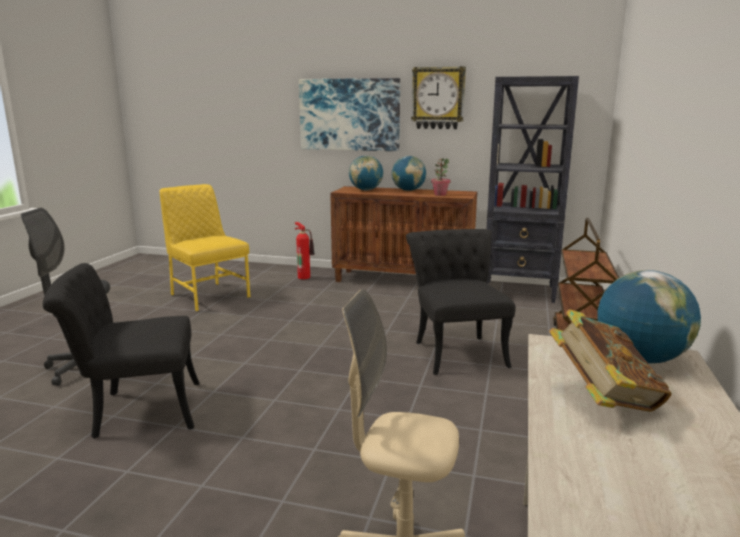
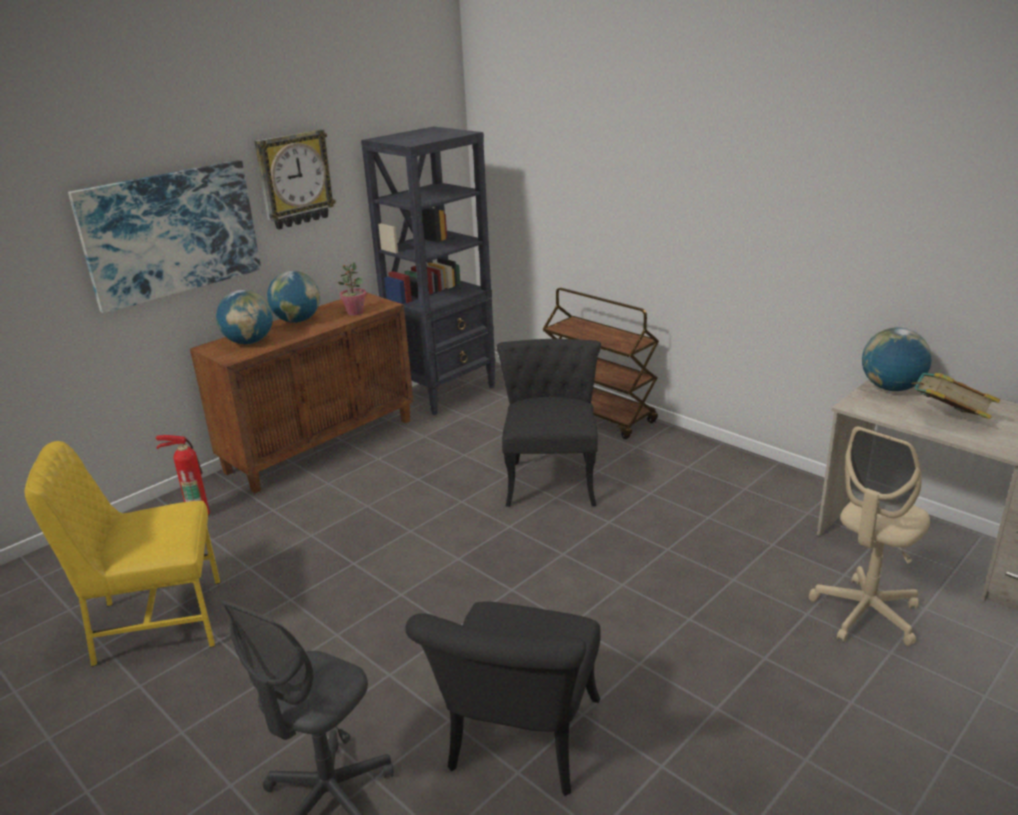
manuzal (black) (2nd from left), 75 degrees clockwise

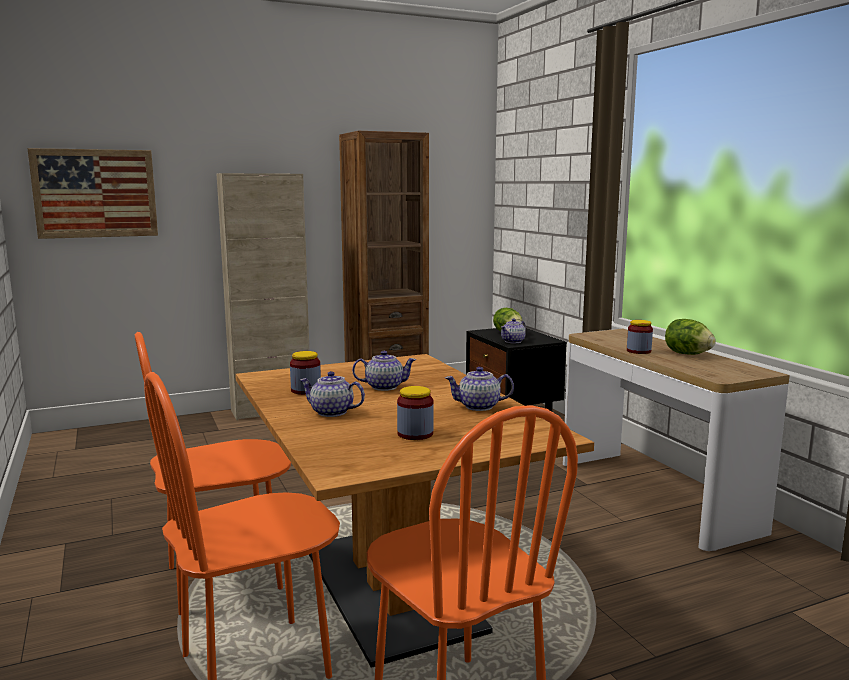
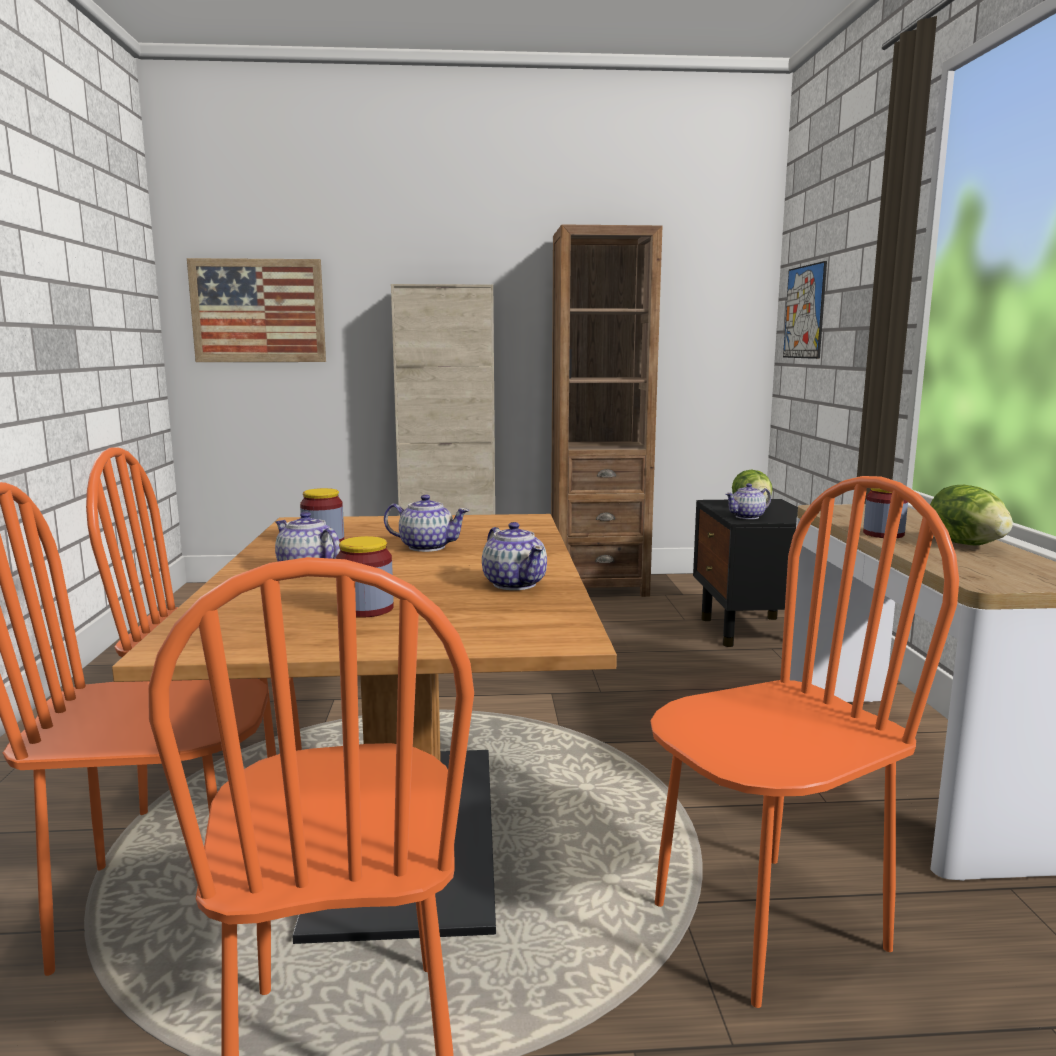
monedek (3rd from left), 135 degrees counterclockwise
- → manuzal (orange) (4th from left)
- → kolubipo (2nd from left)

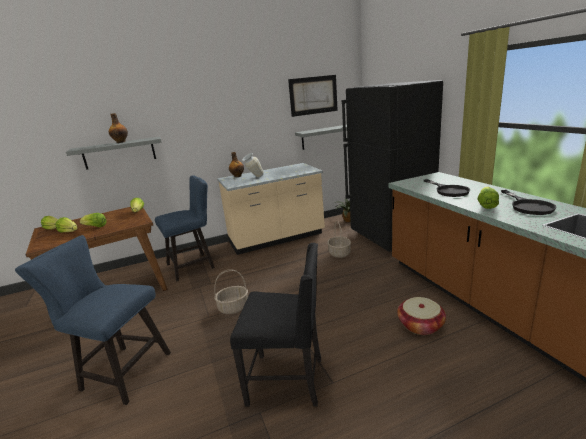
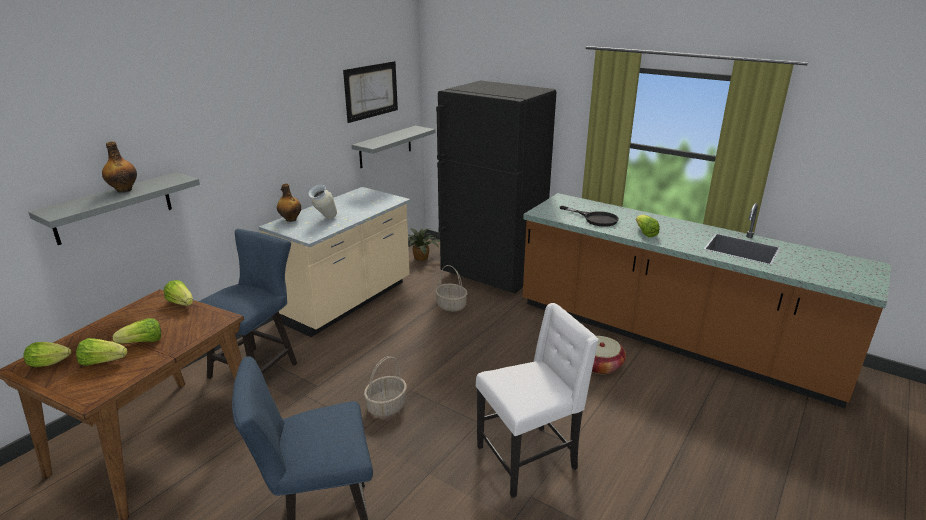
manuzal (black) → manuzal (white)
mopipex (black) (2nd from left) → -

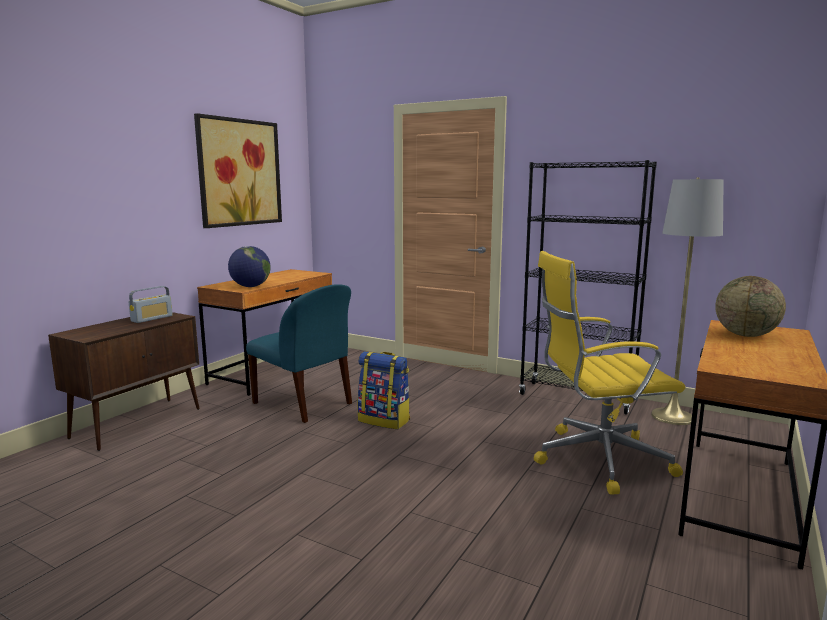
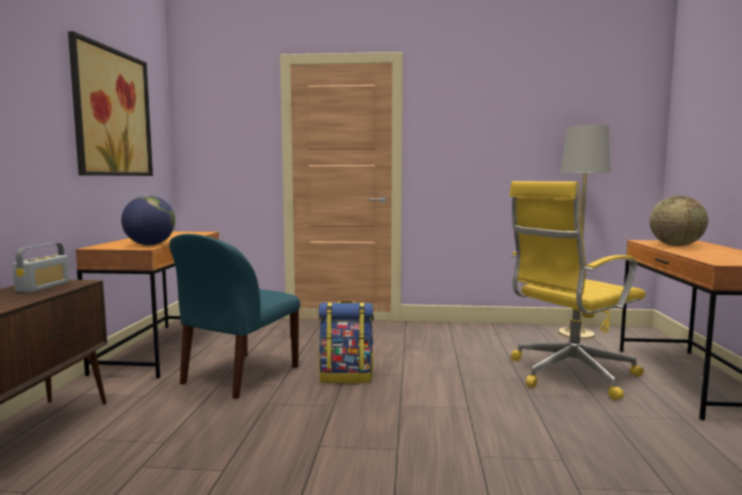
manuzal (blue), 105 degrees clockwise
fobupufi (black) → -

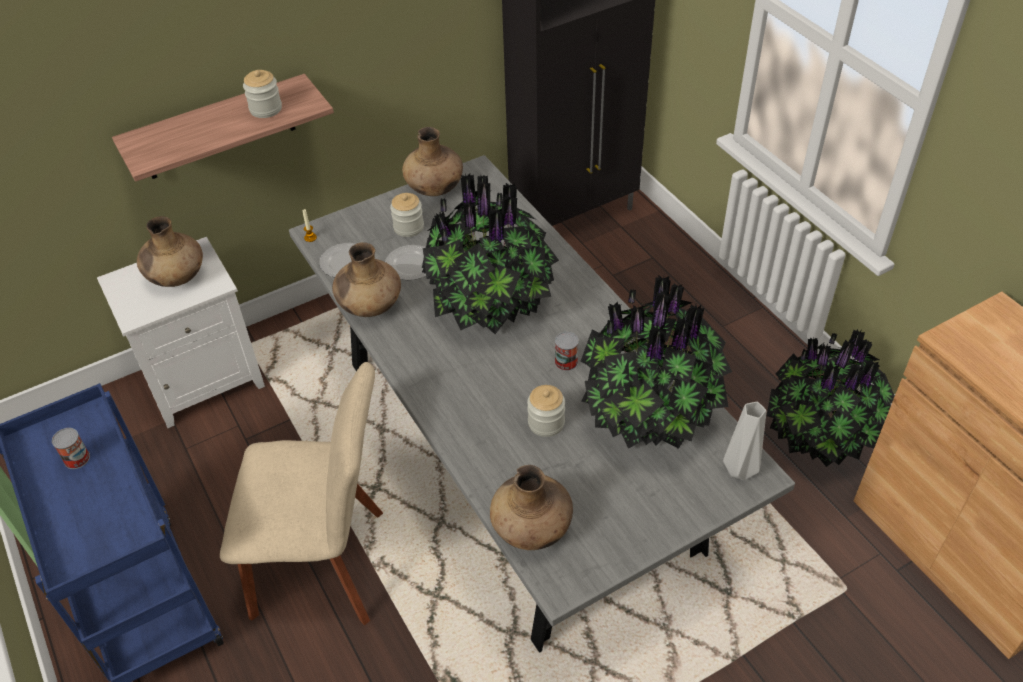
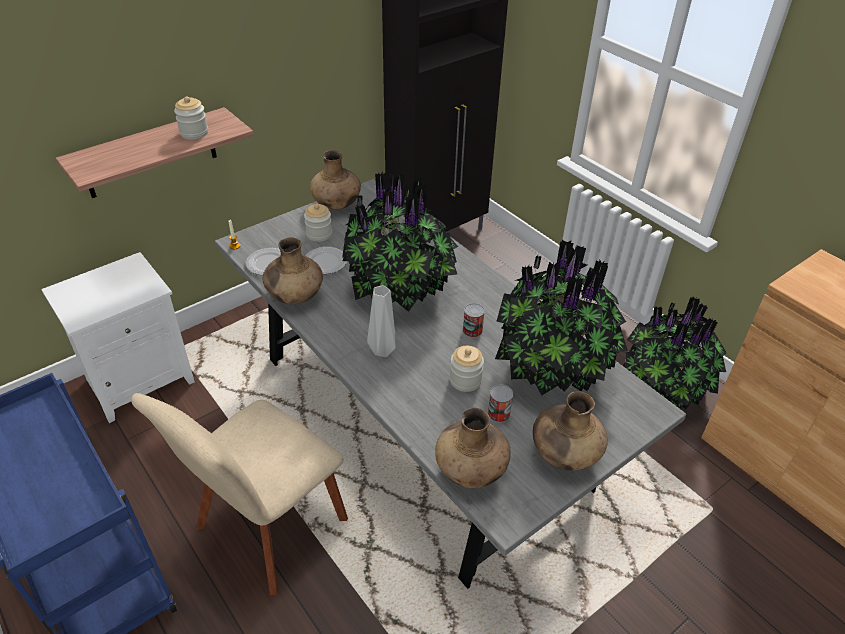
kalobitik (1st from left in the first image) → kalobitik (2nd from left), moved
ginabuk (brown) (1st from left in the first image) → ginabuk (brown) (4th from left), moved
manuzal (beige), 135 degrees clockwise
ginabuk (grey), moved

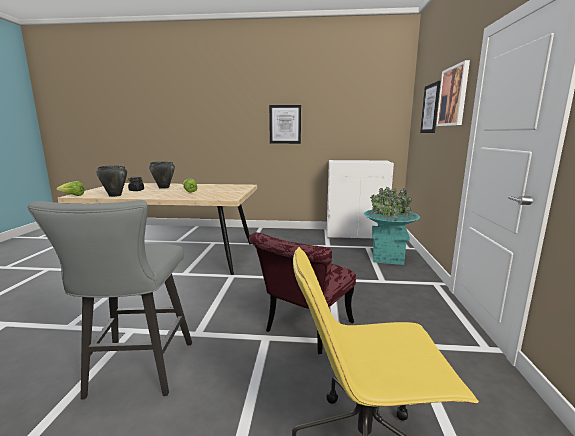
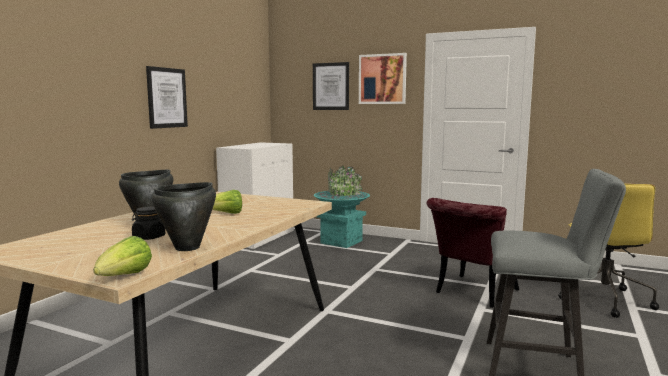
manuzal (red), 75 degrees clockwise

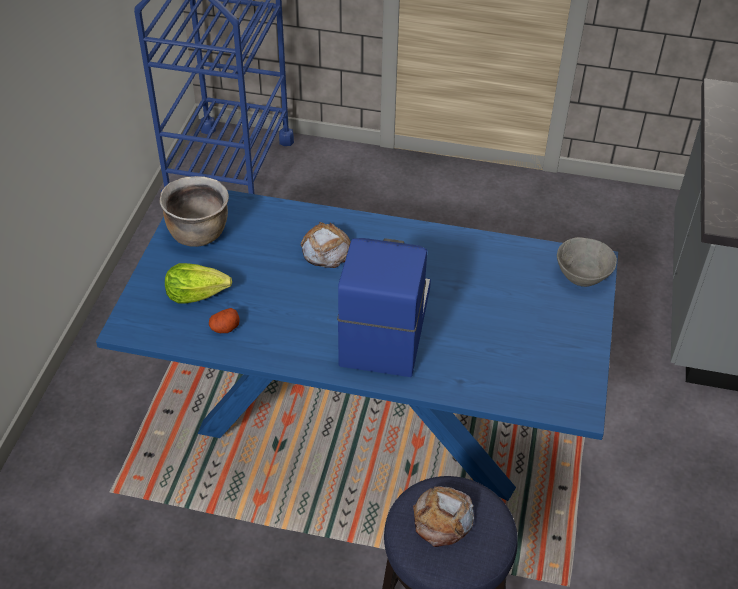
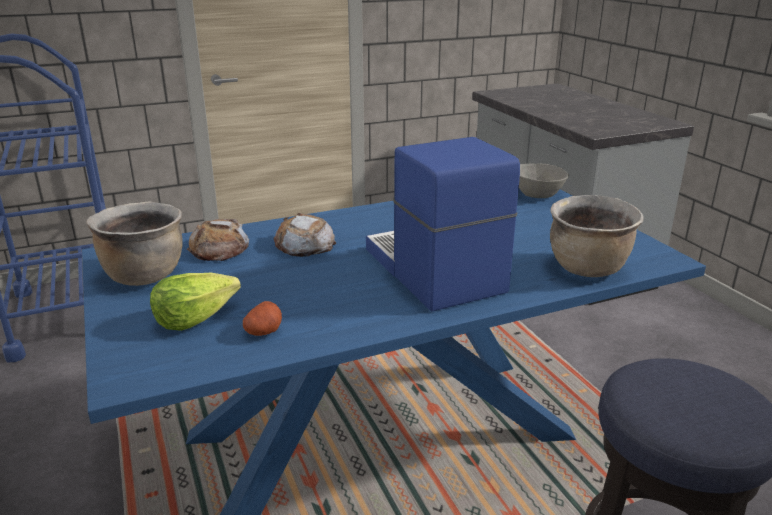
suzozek (2nd from left in the first image) → suzozek (1st from left), moved
- → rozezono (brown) (2nd from left)

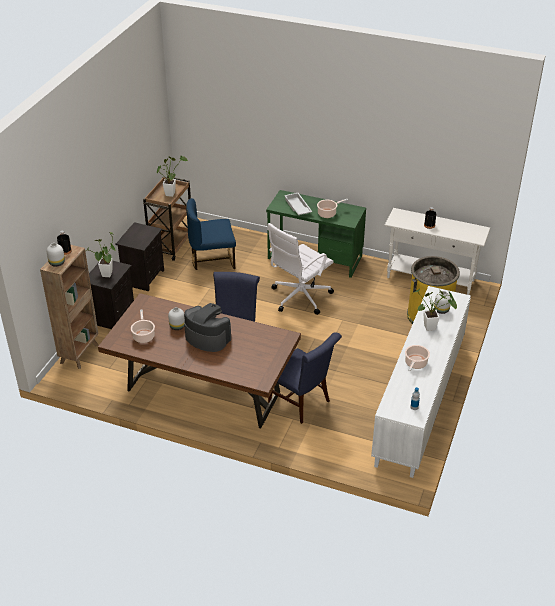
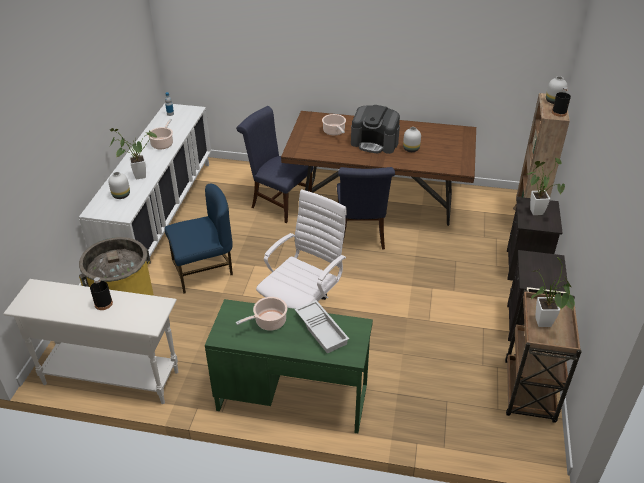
rozezono (1st from left in the first image) → rozezono (3rd from left), moved
manuzal (blue) (1st from left), moved

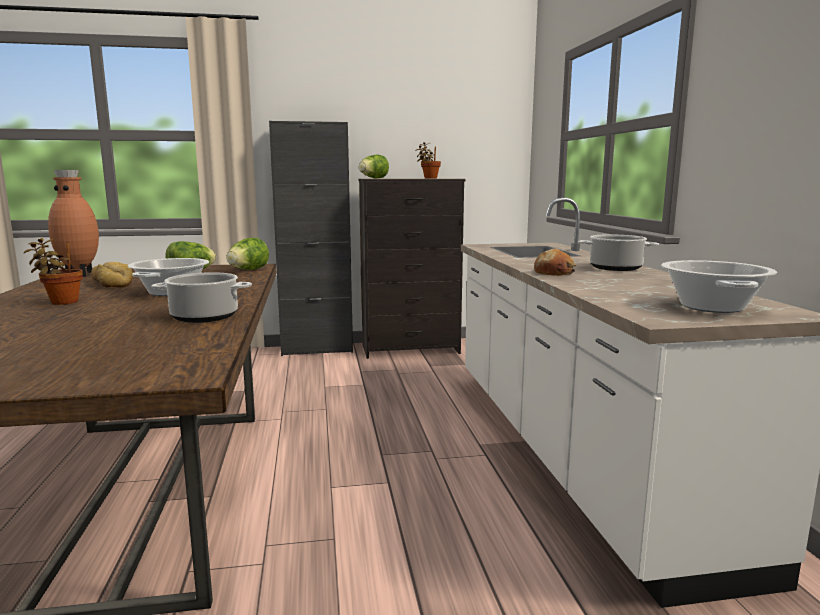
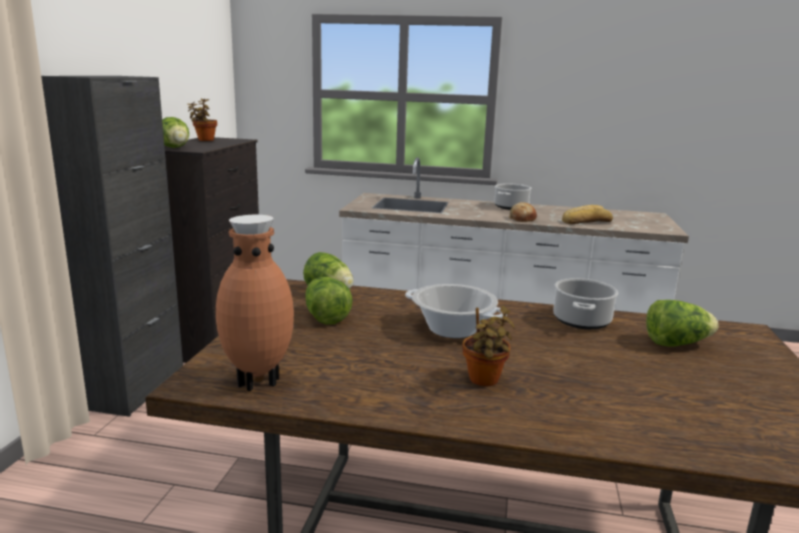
suzozek (1st from left in the first image) → suzozek (2nd from left), moved
rozezono (4th from left) → -
- → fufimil (4th from left)

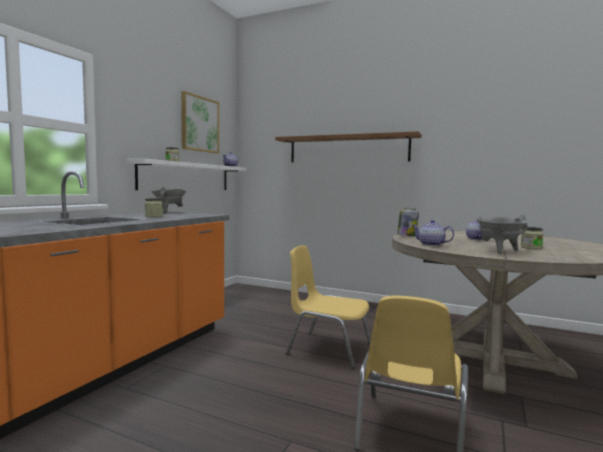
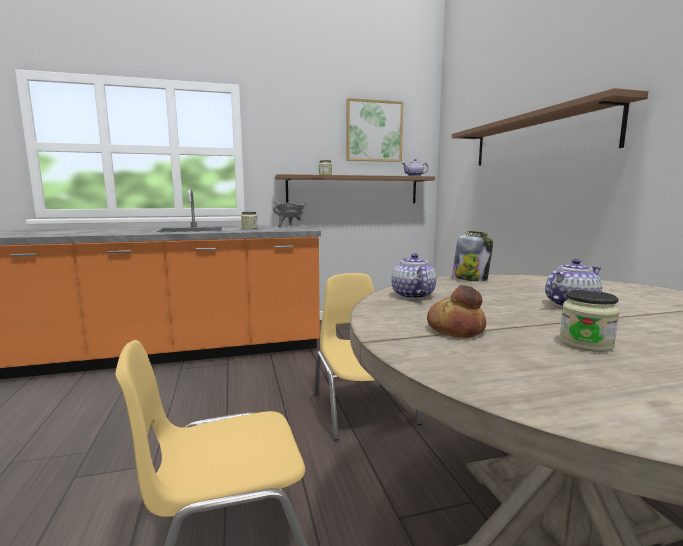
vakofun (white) → vakofun (brown) (1st from left)
rozezono (grey) (2nd from left) → suzozek

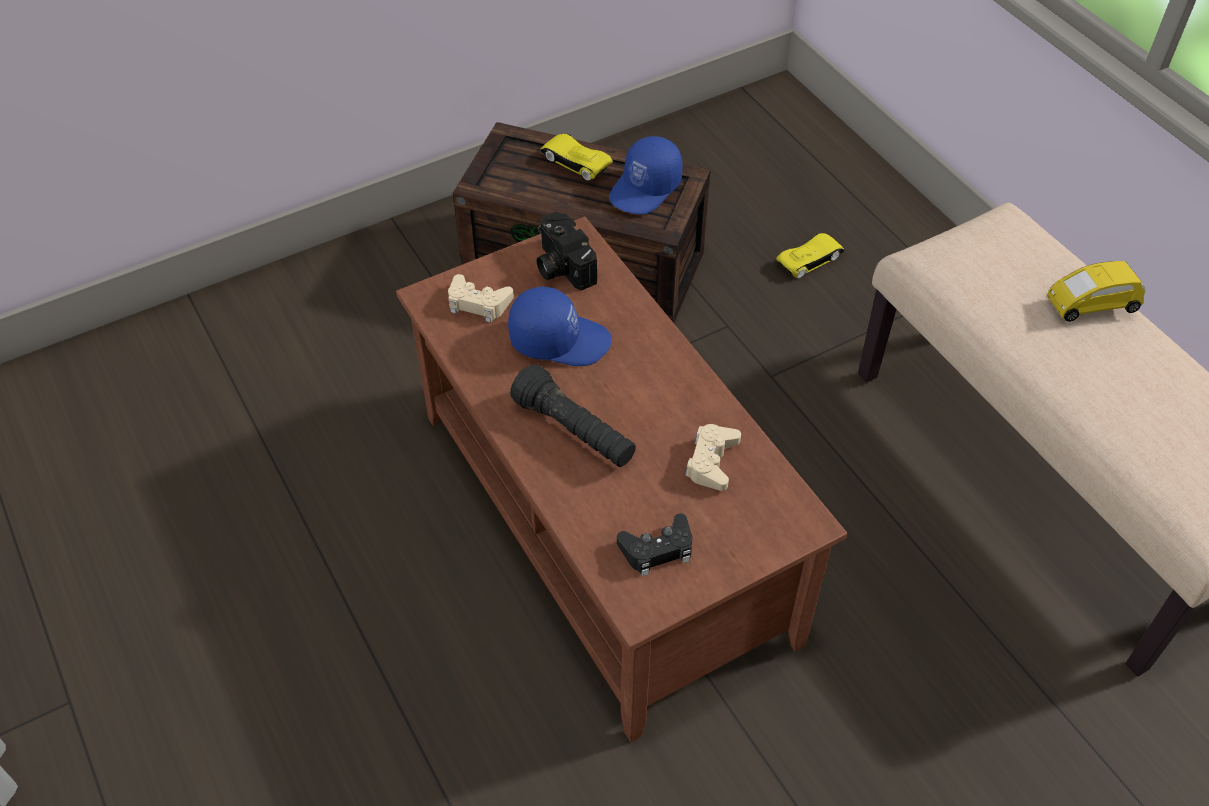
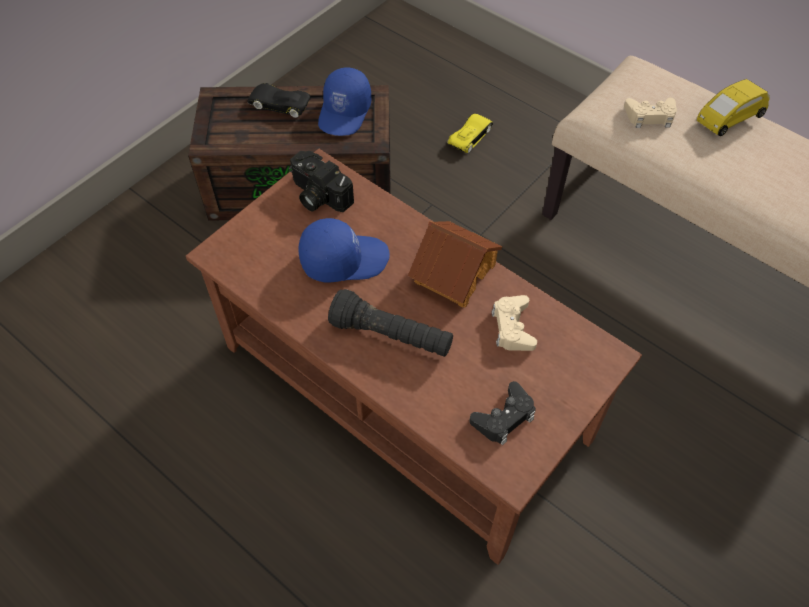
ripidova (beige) (1st from left in the first image) → ripidova (beige) (2nd from left), moved
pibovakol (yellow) (1st from left) → pibovakol (black)
- → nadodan

